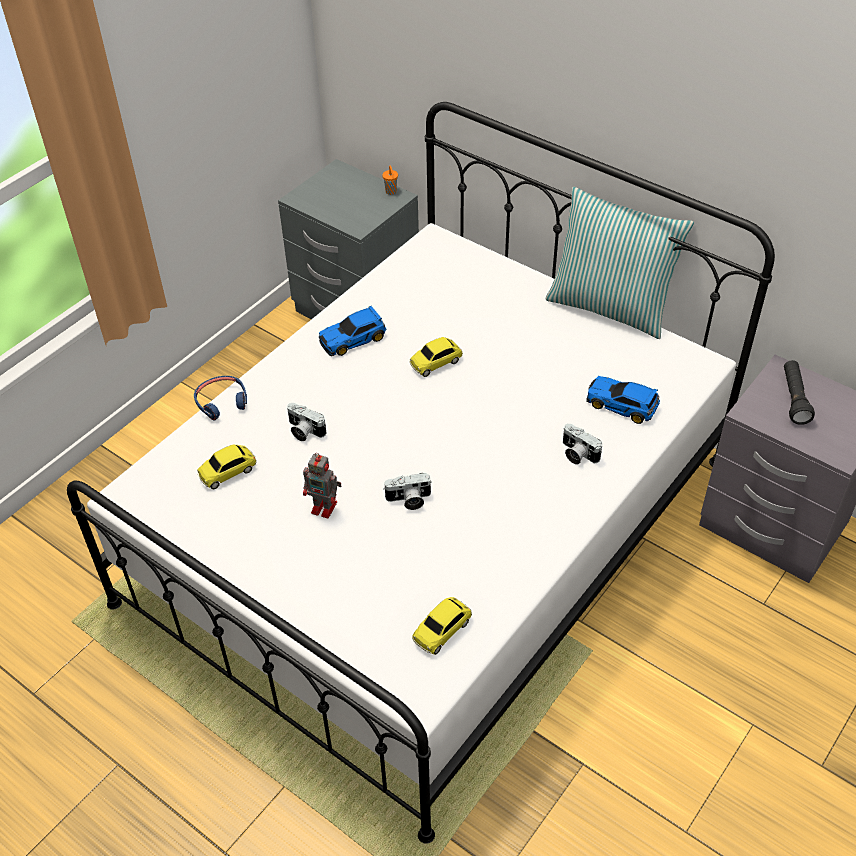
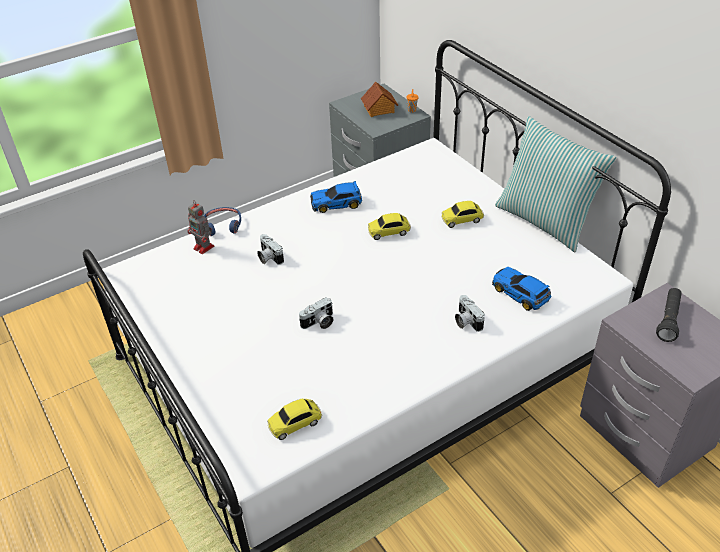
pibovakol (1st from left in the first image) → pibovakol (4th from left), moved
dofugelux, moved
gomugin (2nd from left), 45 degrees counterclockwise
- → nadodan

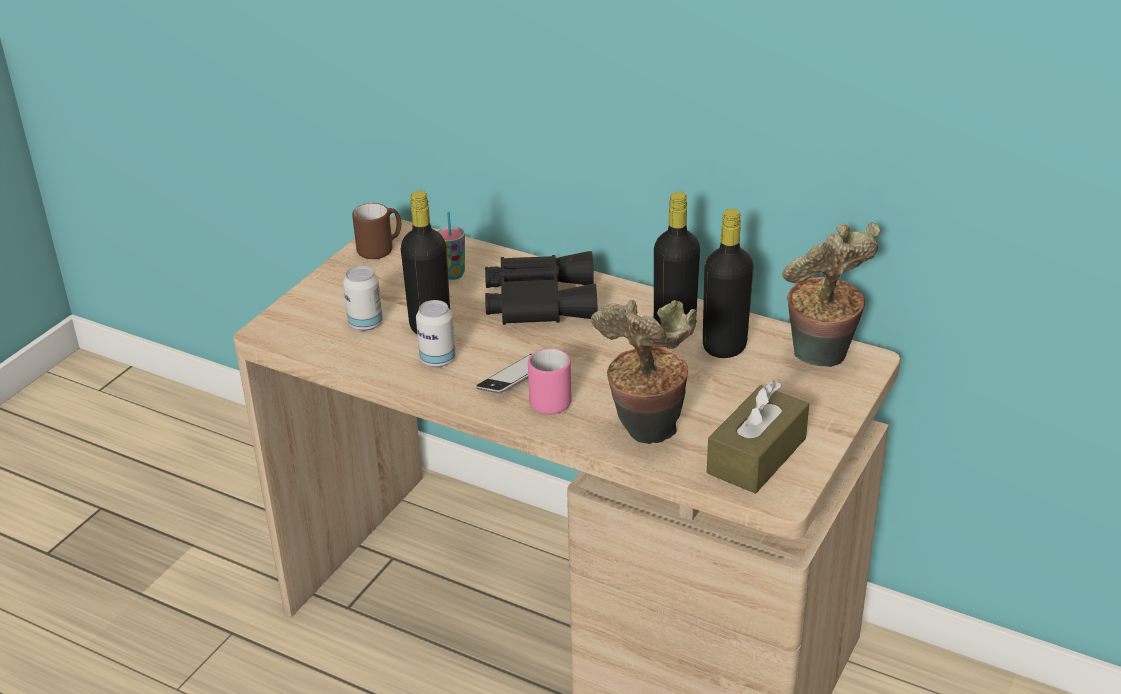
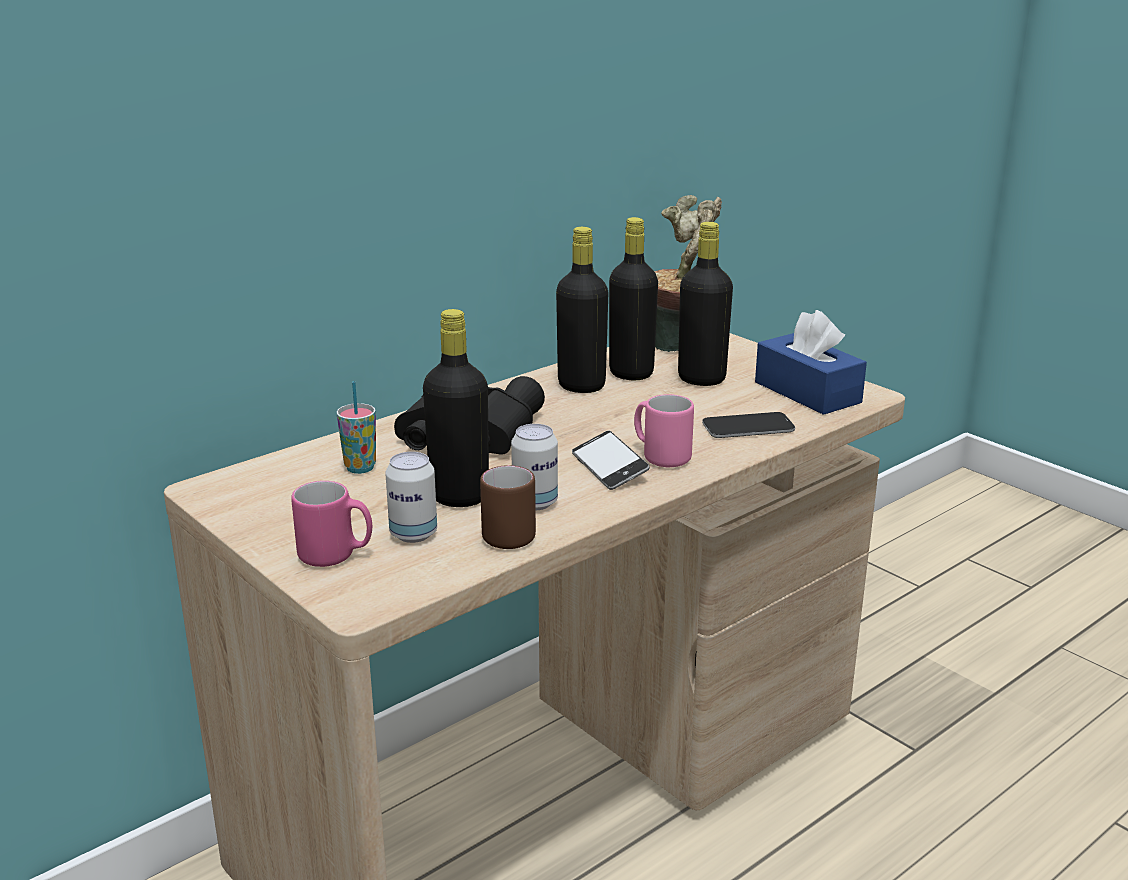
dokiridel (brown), moved
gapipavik (1st from left) → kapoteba (2nd from left)
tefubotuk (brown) → tefubotuk (blue)
- → dokiridel (pink) (1st from left)
- → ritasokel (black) (4th from left)

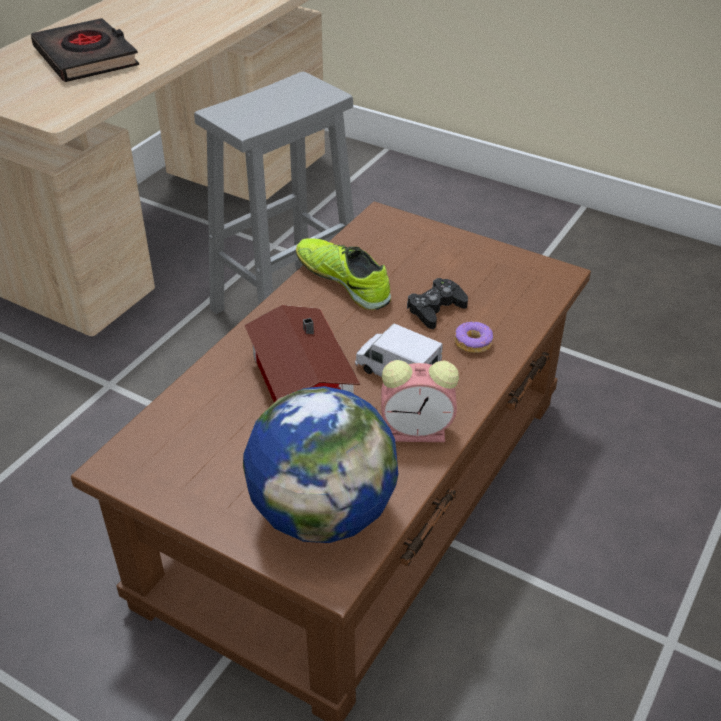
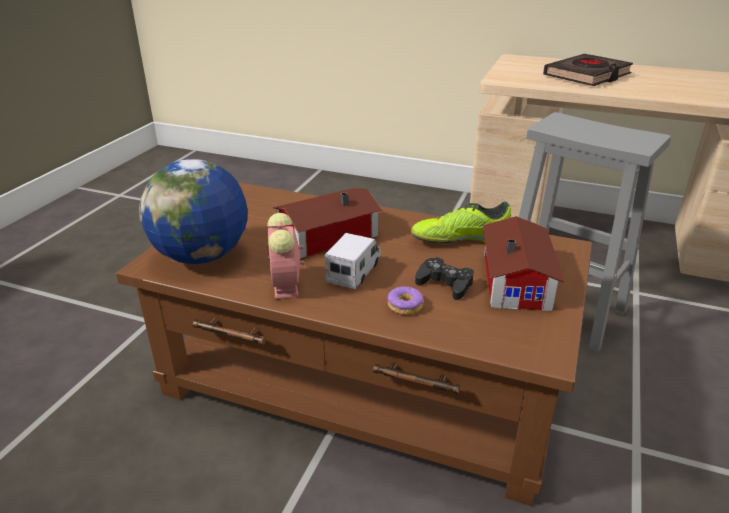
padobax, 135 degrees counterclockwise
- → nadodan (2nd from left)

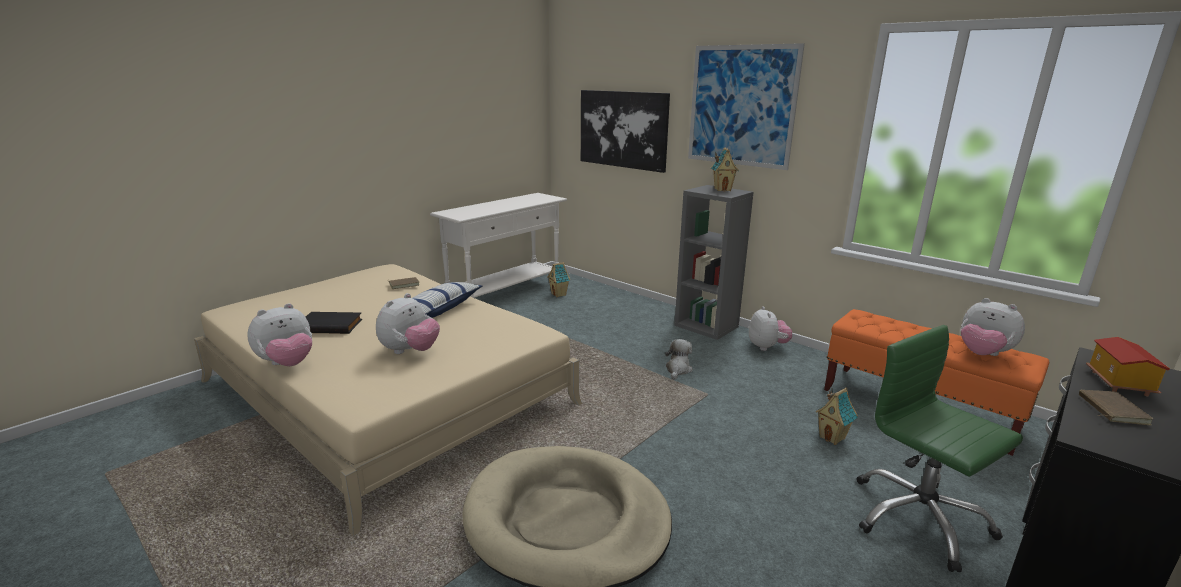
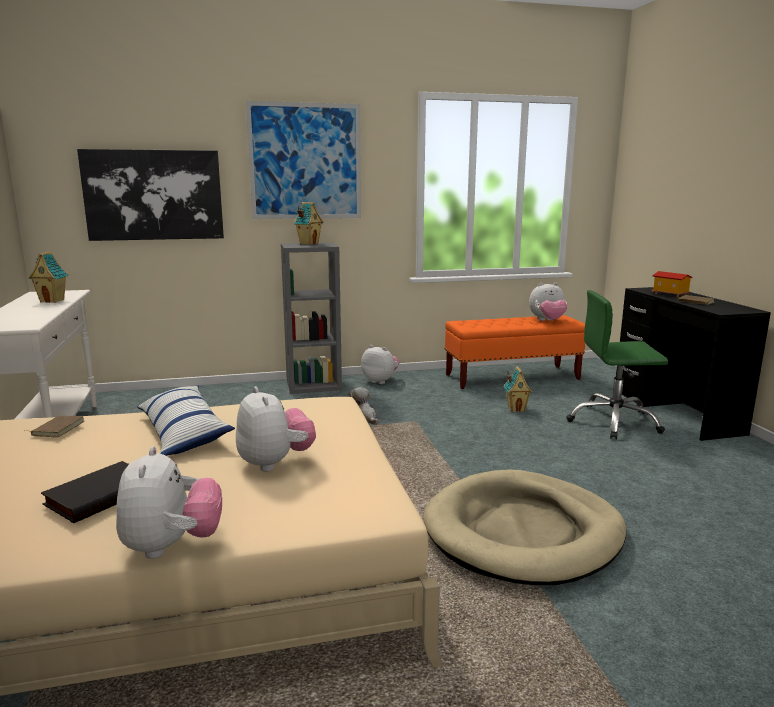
nadodan (1st from left), moved

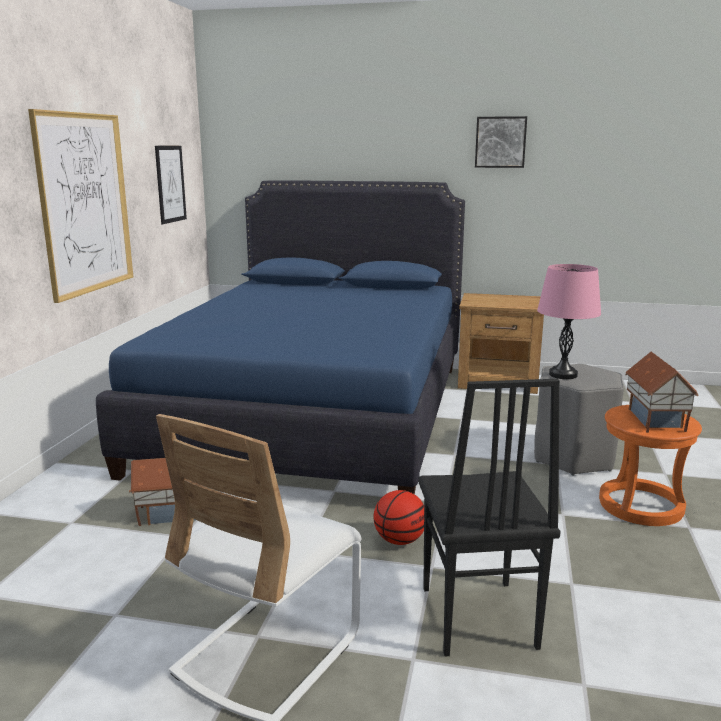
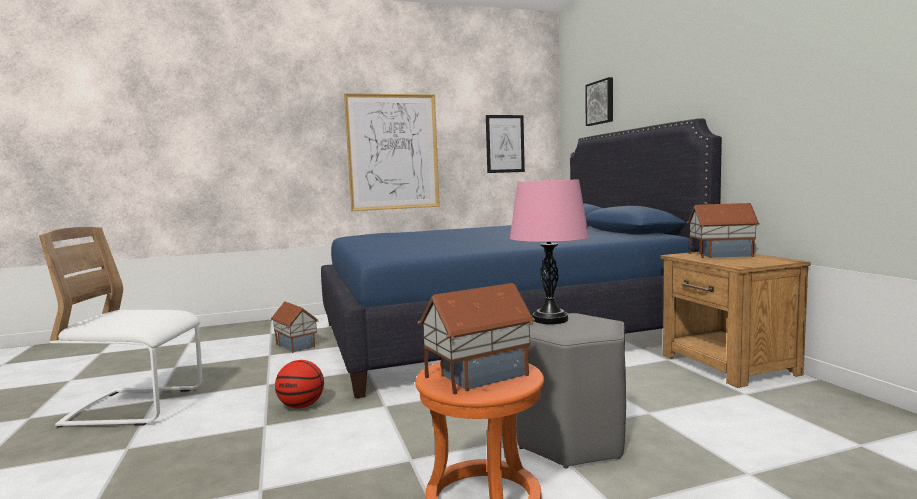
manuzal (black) → -
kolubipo (3rd from left), moved
- → nadodan (3rd from left)

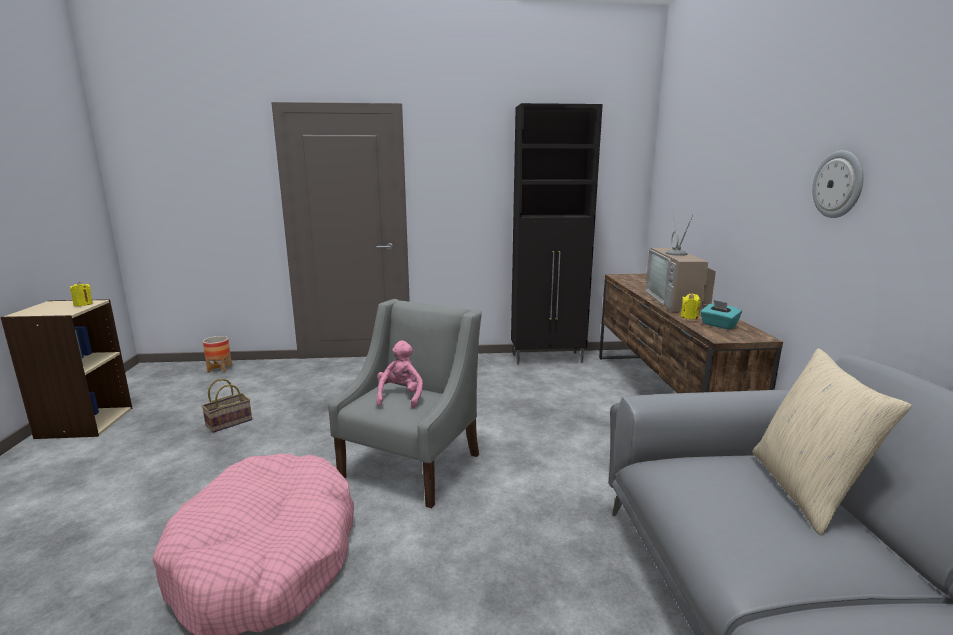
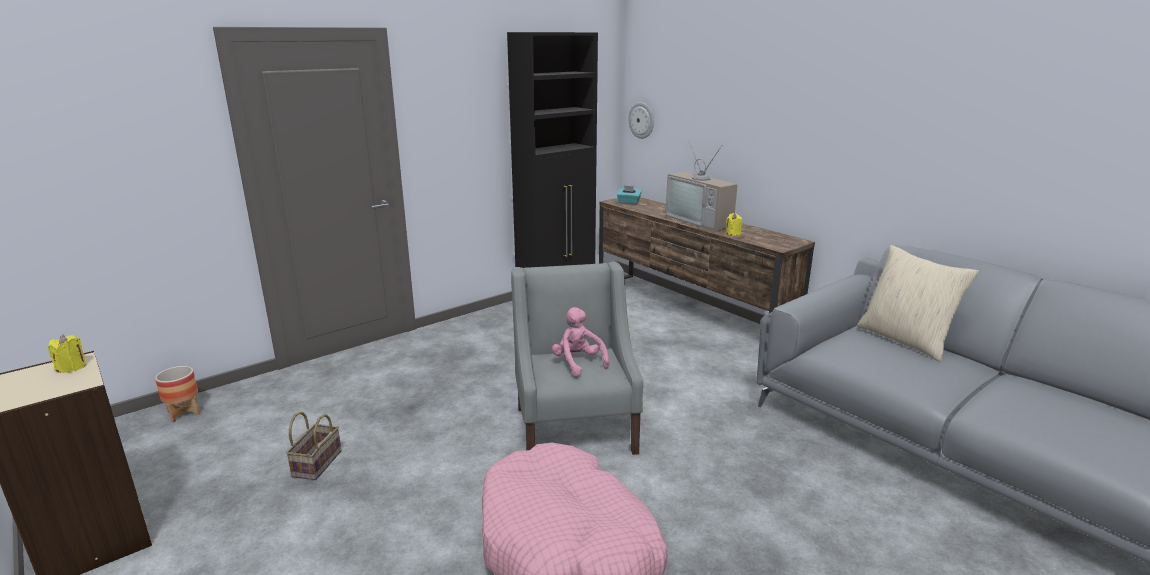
tefubotuk (turquoise), moved
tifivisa, moved

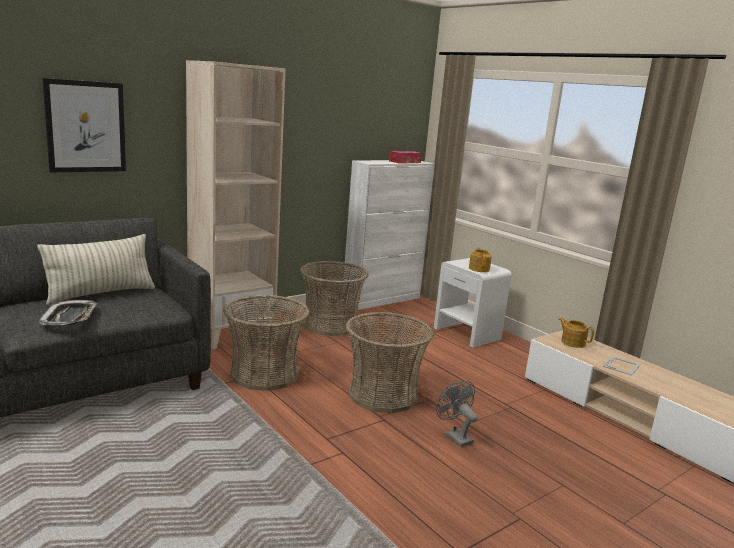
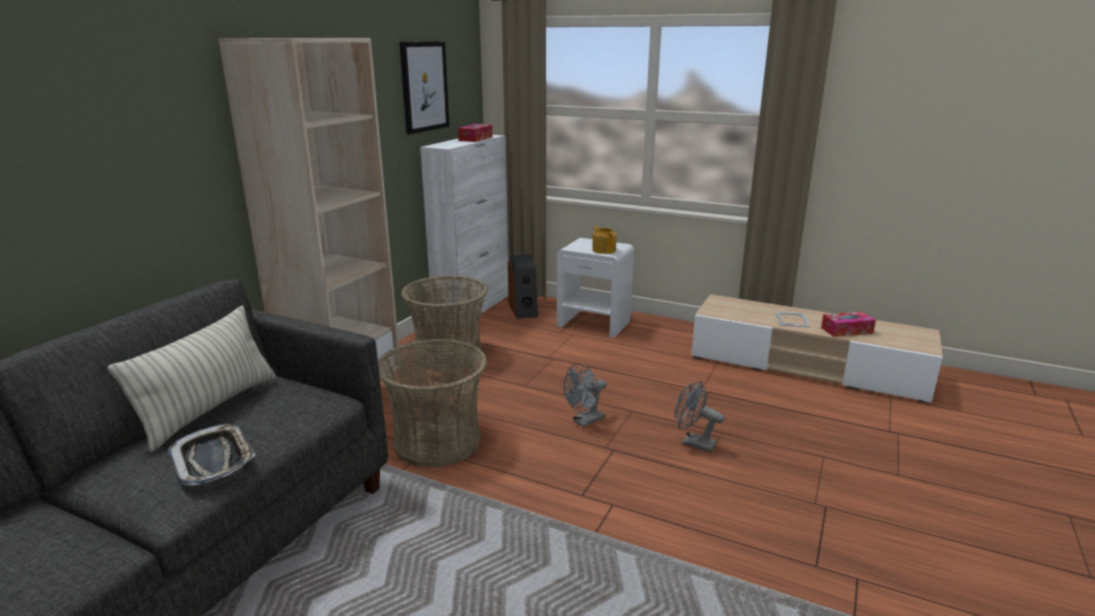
kolubipo, moved
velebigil (3rd from left) → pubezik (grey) (1st from left)
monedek (2nd from left) → -
- → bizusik
- → tefubotuk (2nd from left)

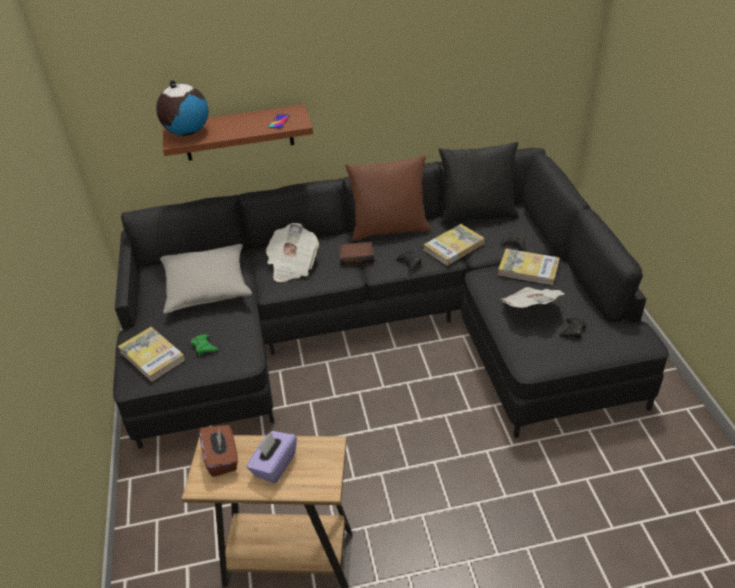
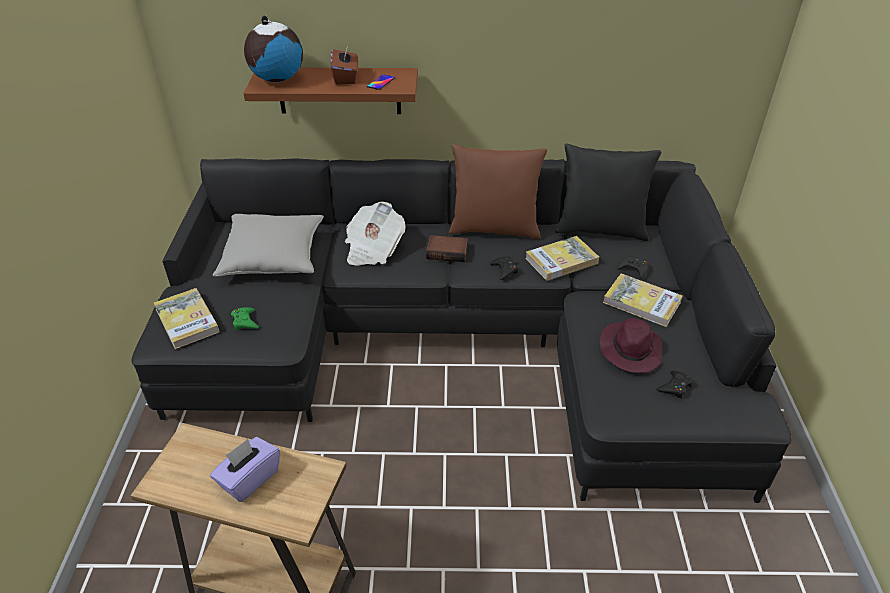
tefubotuk (brown), moved
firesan (2nd from left) → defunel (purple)

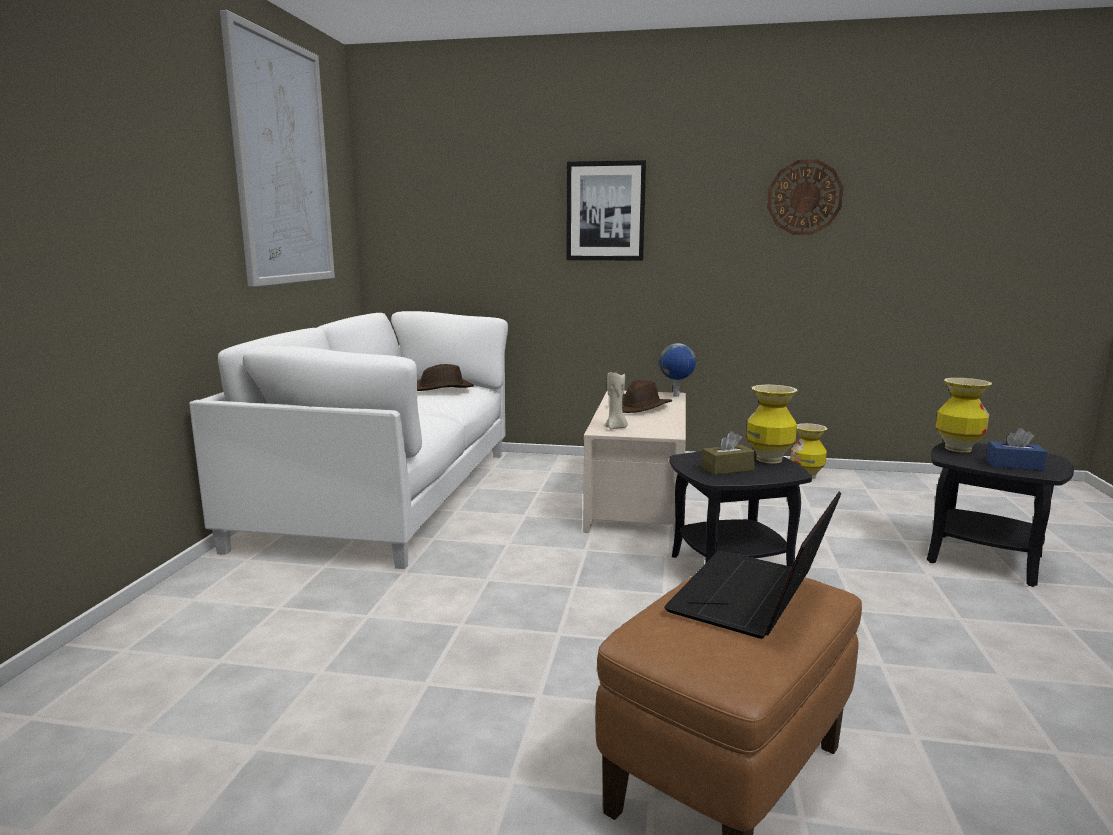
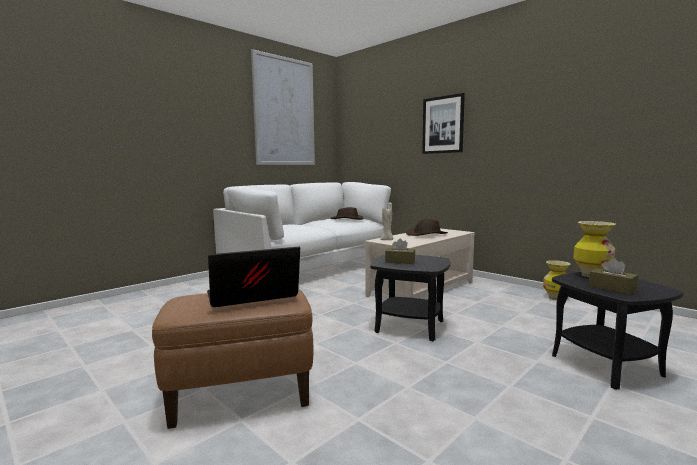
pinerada → -
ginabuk (1st from left) → -
tifivisa → -
tefubotuk (blue) → tefubotuk (brown) (2nd from left)

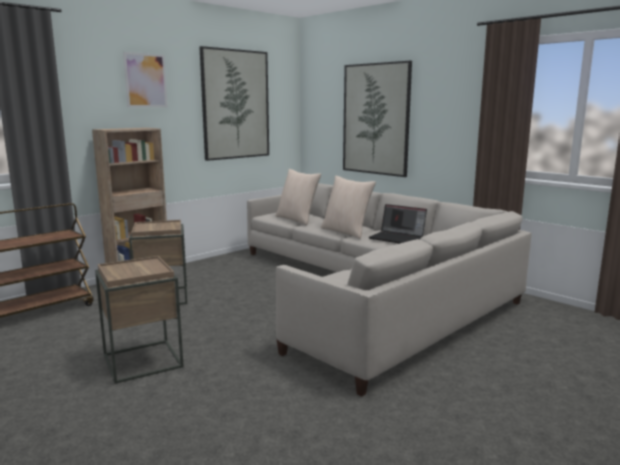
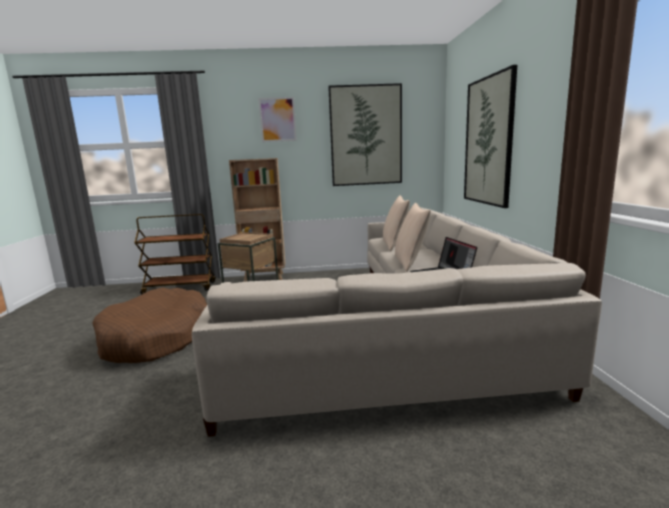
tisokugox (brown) (1st from left) → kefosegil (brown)

